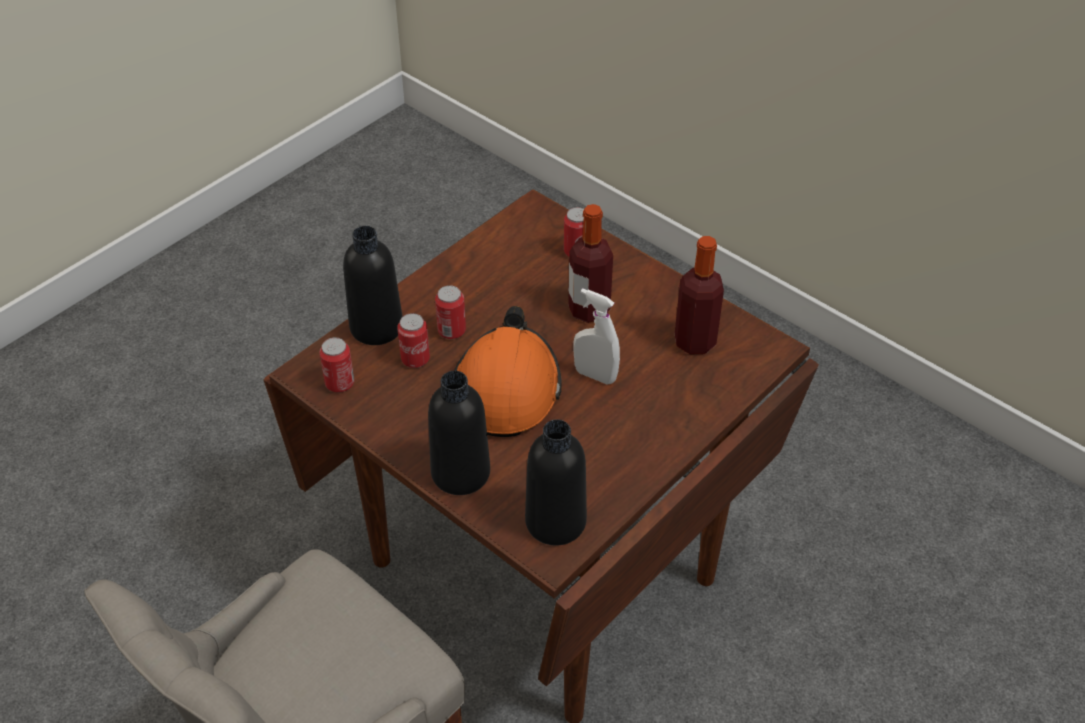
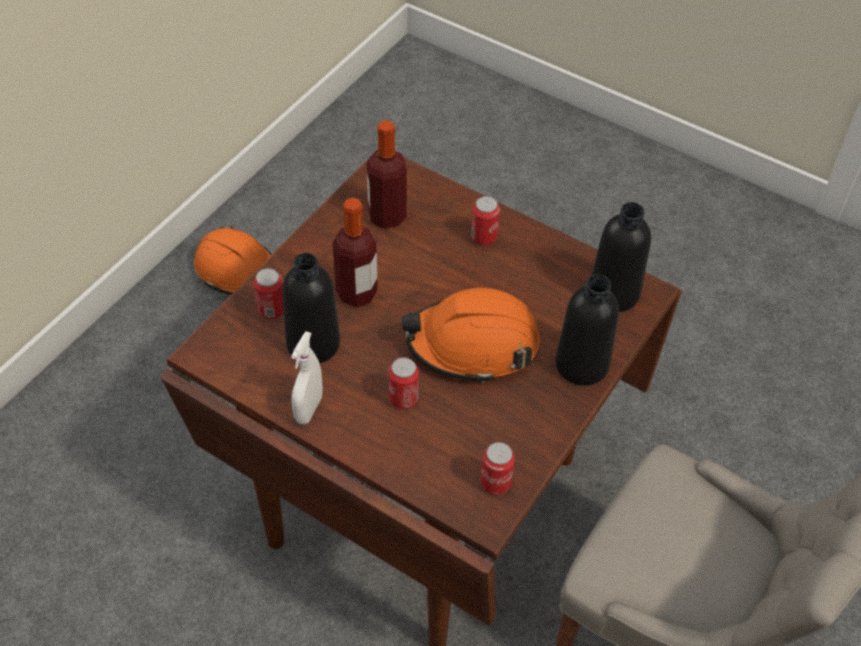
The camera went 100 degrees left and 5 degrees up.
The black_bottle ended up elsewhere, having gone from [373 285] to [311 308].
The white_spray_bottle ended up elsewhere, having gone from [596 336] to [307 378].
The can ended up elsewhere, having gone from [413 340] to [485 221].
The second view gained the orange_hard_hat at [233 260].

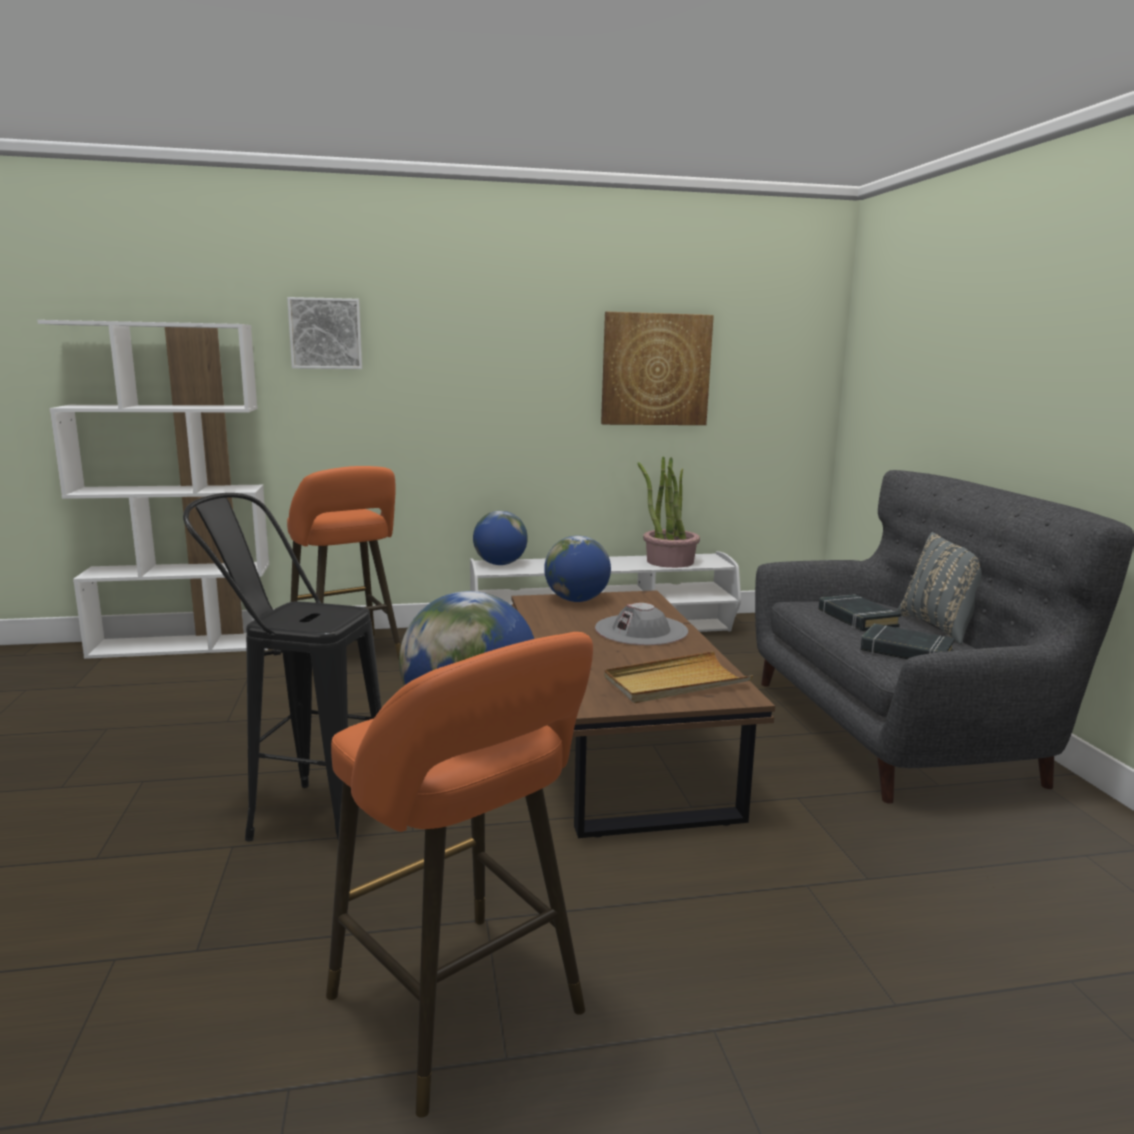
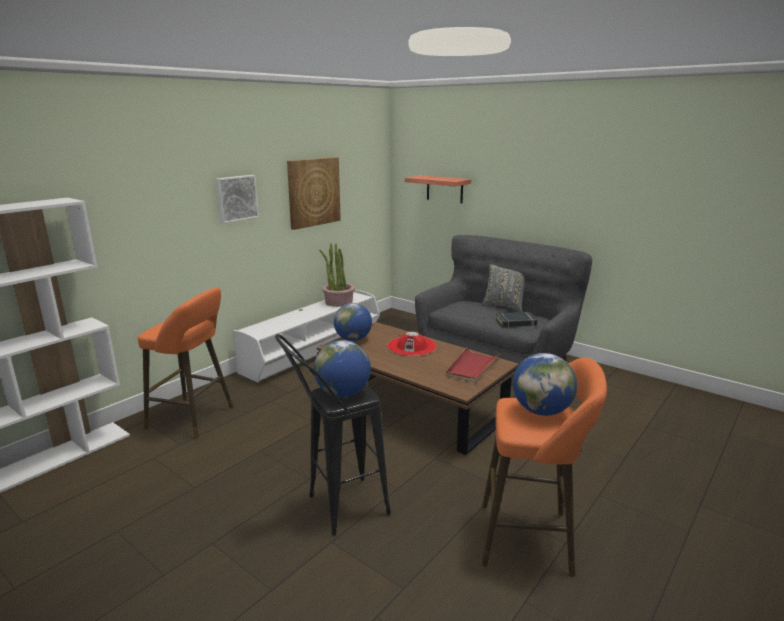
The camera went 40 degrees left and 5 degrees up.
The picture ended up elsewhere, having gone from [324 333] to [237 199].
The globe ended up elsewhere, having gone from [500 538] to [342 368].
The second view lost the black_book at [859 612].
What was the grey_hat at [641 624] turned into the red_hat at [412 344].
What was the beige_tray at [678 677] turned into the red_tray at [473 365].
The second view gained the shelf at [438 189].

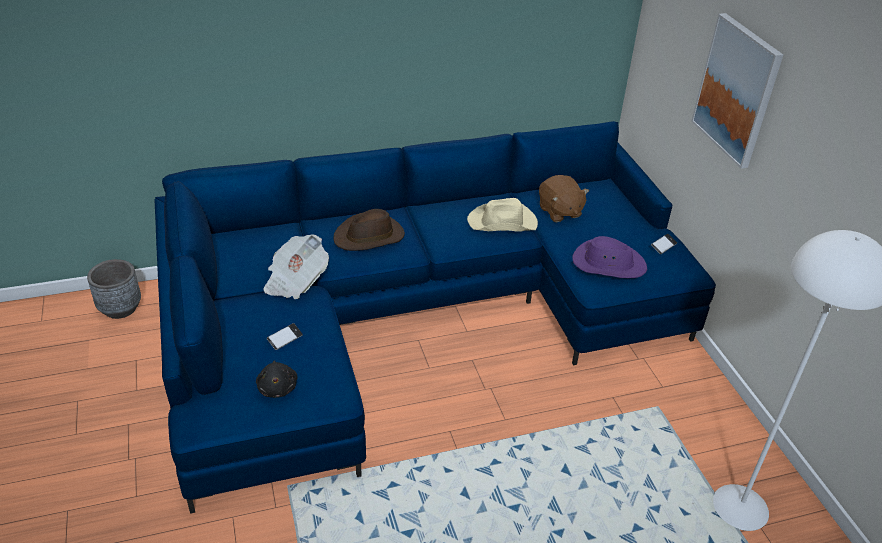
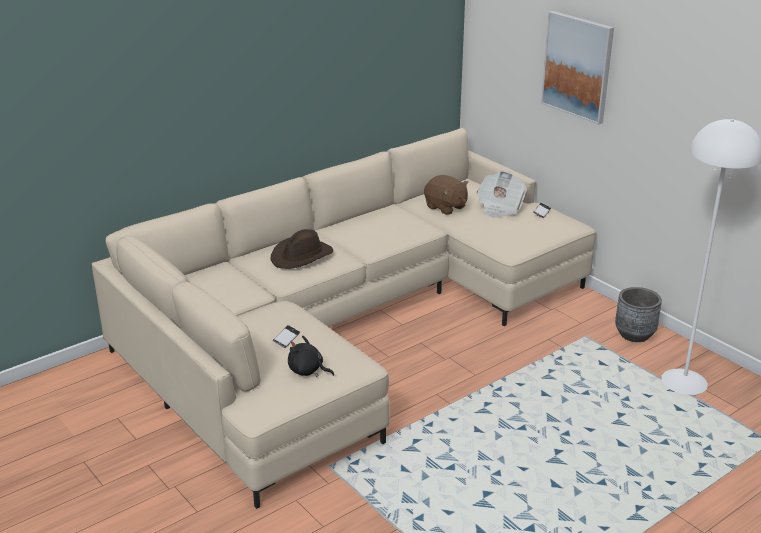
The camera went 20 degrees left and 10 degrees down.
What was the blue_sofa at [435 317] turned into the beige_sofa at [344 318].
The second view lost the beige_hat at [502 215].
The newspaper ended up elsewhere, having gone from [296 267] to [502 194].
The second view lost the purple_hat at [609 257].
The grey_planter ended up elsewhere, having gone from [114 289] to [638 314].
The black_plush_toy at [277 379] ended up facing another way, 150 degrees clockwise from before.

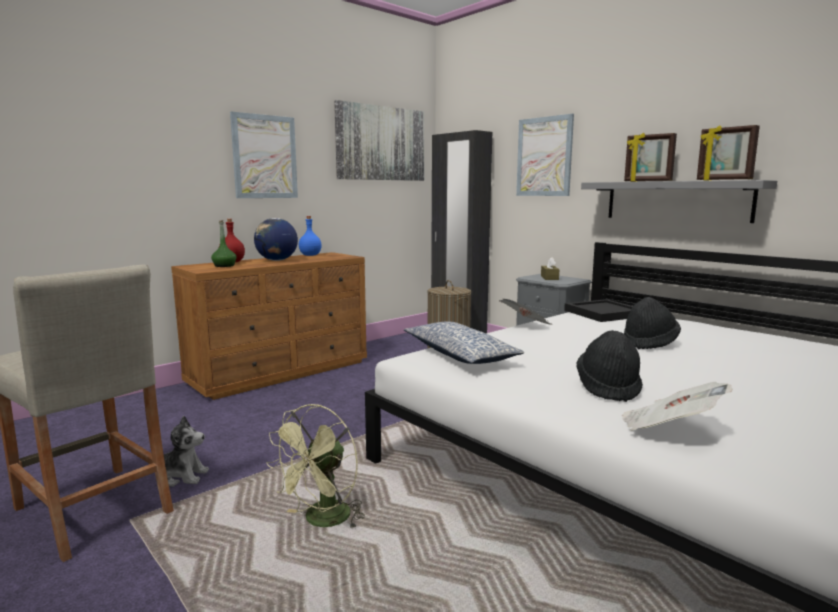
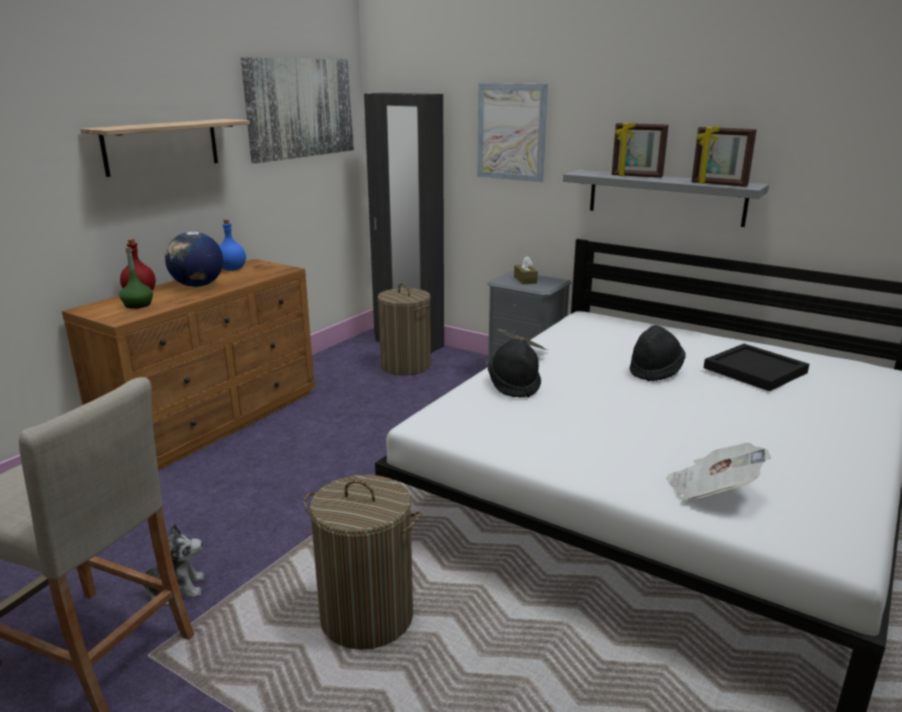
The camera went 15 degrees left and 10 degrees up.
Where the picture hung at [264 154], the shelf came to hang at [165 148].
The black_tray ended up elsewhere, having gone from [598 310] to [756 367].
The second view lost the pillow at [464 342].
The black_hat ended up elsewhere, having gone from [609 366] to [514 368].
Where the green_fan stood at [315 467], the laundry_basket came to stand at [363 562].

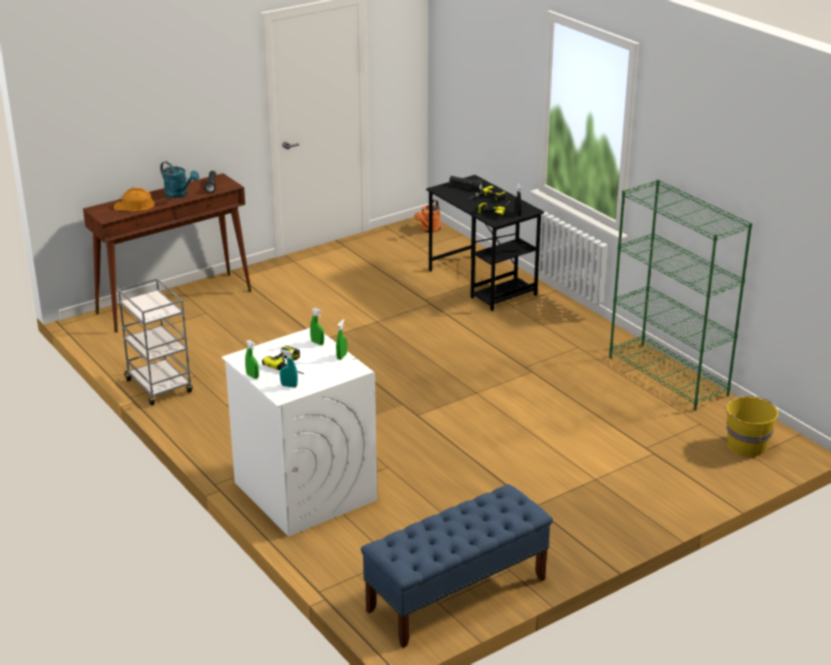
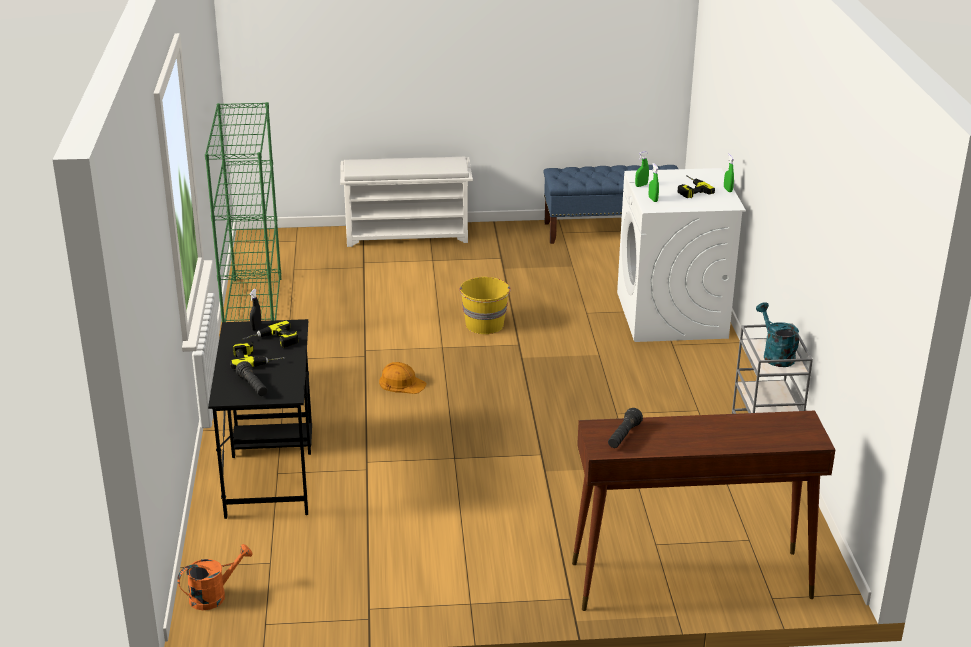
The camera went 150 degrees left and 0 degrees up.
The turquoise_watering_can ended up elsewhere, having gone from [179 179] to [777 334].
The orange_hard_hat ended up elsewhere, having gone from [134 200] to [403 378].
The second view lost the turquoise_spray_bottle at [289 368].
The yellow_bucket ended up elsewhere, having gone from [751 426] to [484 305].
The second view gained the white_shoe_rack at [406 202].

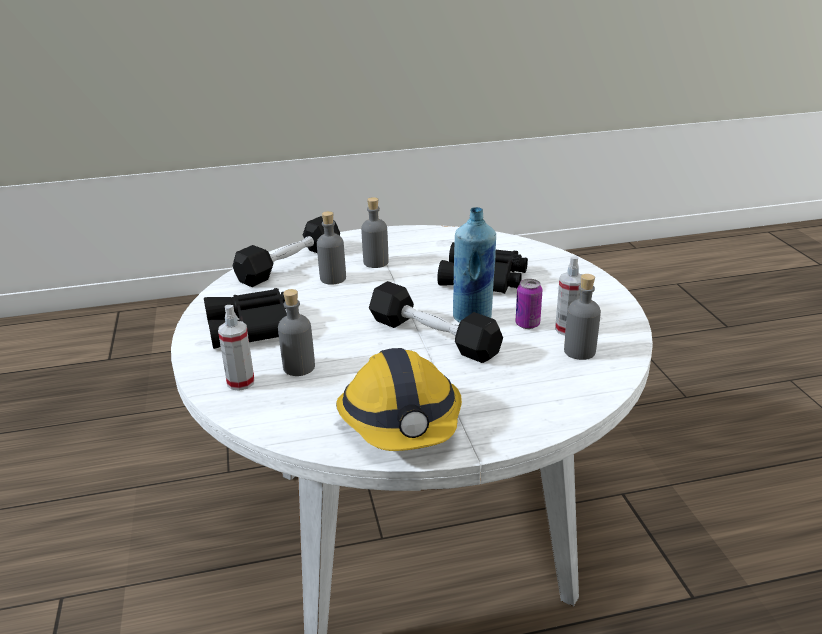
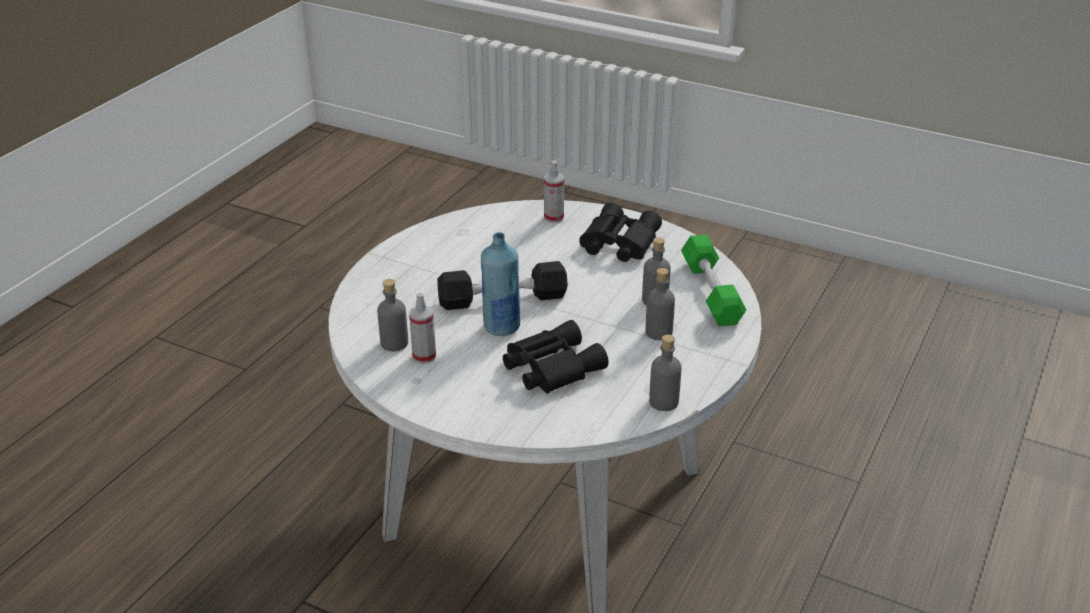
The camera went 130 degrees right and 5 degrees up.
What was the black_dumbbell at [286 251] turned into the green_dumbbell at [714 280].
The second view lost the can at [528 304].
The grey_bottle ended up elsewhere, having gone from [296 332] to [665 373].
The second view lost the hard_hat at [399 399].

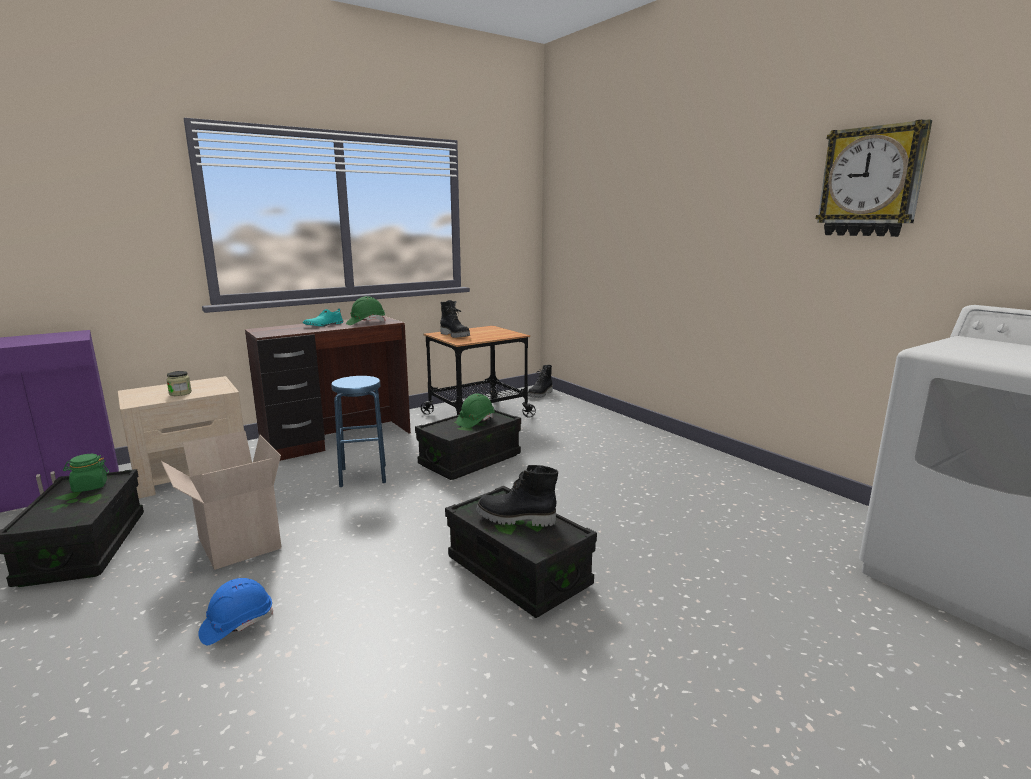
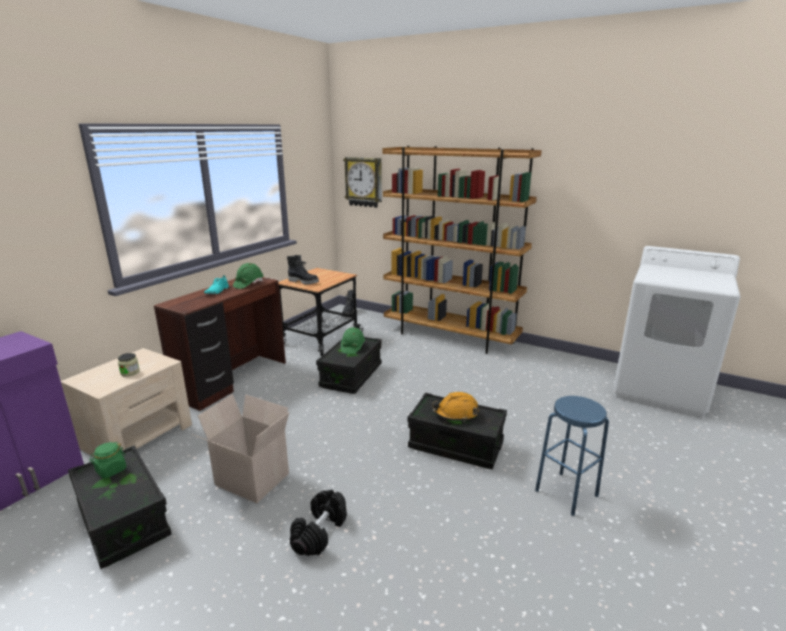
The camera went 25 degrees left and 5 degrees up.
The wall_clock ended up elsewhere, having gone from [874 178] to [362 182].
The blue_stool ended up elsewhere, having gone from [358 431] to [572 456].
Where the black_boot stood at [517 496], the orange_hard_hat came to stand at [455 407].
Where the blue_hard_hat stood at [235 611], the black_dumbbell came to stand at [318 523].
The second view gained the brown_bookcase at [462 250].

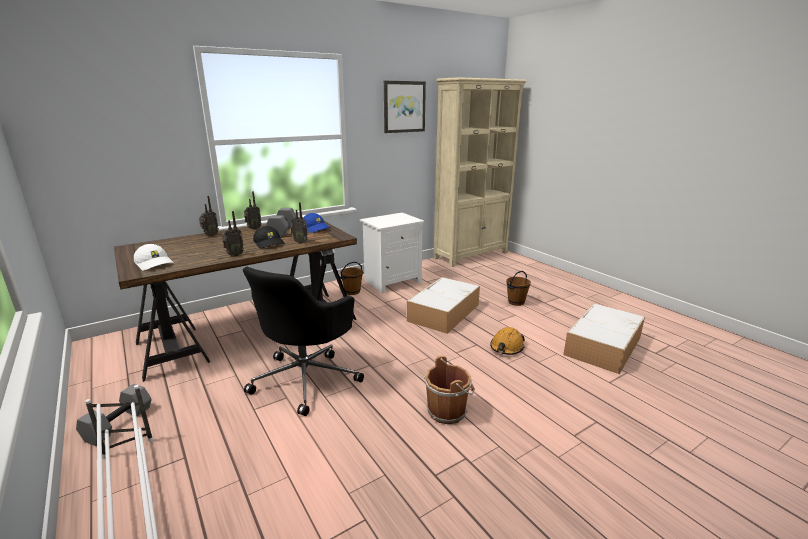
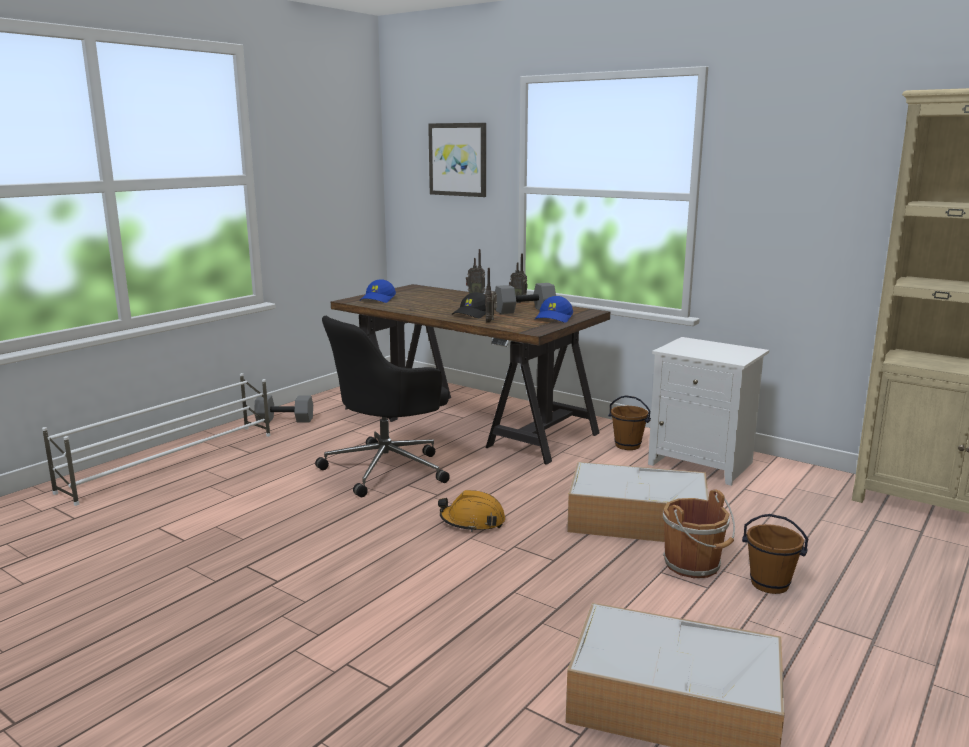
The camera went 70 degrees right and 5 degrees down.
The picture ended up elsewhere, having gone from [405 107] to [457 160].
The second view lost the radio at [233 234].
What was the white_cap at [154 257] turned into the blue_cap at [377 291].
The black_office_chair at [303 341] ended up facing another way, 45 degrees counterclockwise from before.
The orange_hard_hat ended up elsewhere, having gone from [507 341] to [471 511].
The brown_bucket ended up elsewhere, having gone from [449 390] to [699 533].

